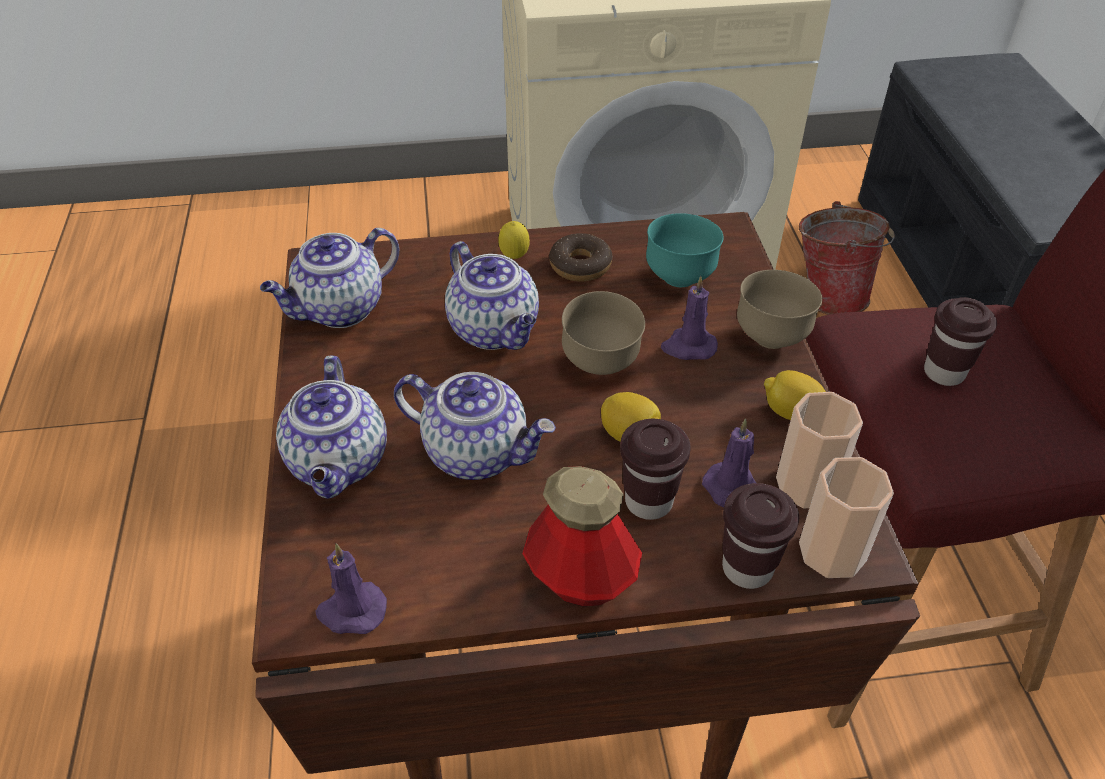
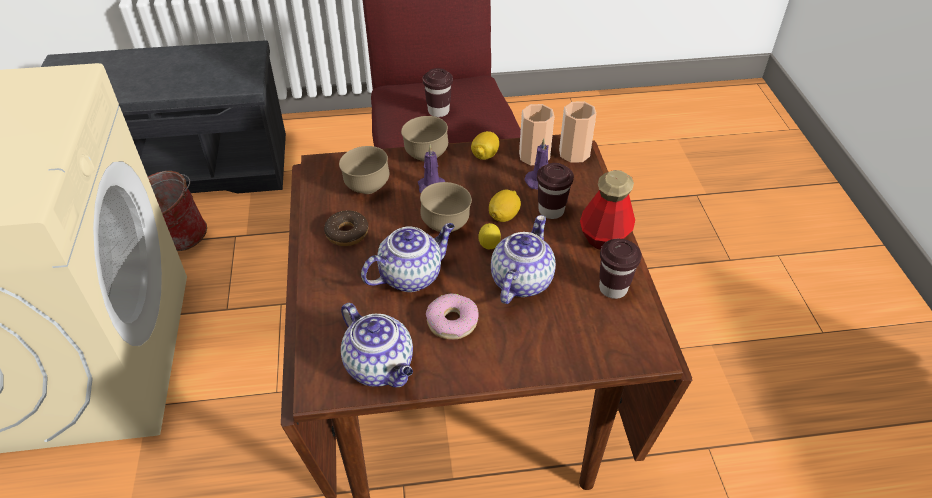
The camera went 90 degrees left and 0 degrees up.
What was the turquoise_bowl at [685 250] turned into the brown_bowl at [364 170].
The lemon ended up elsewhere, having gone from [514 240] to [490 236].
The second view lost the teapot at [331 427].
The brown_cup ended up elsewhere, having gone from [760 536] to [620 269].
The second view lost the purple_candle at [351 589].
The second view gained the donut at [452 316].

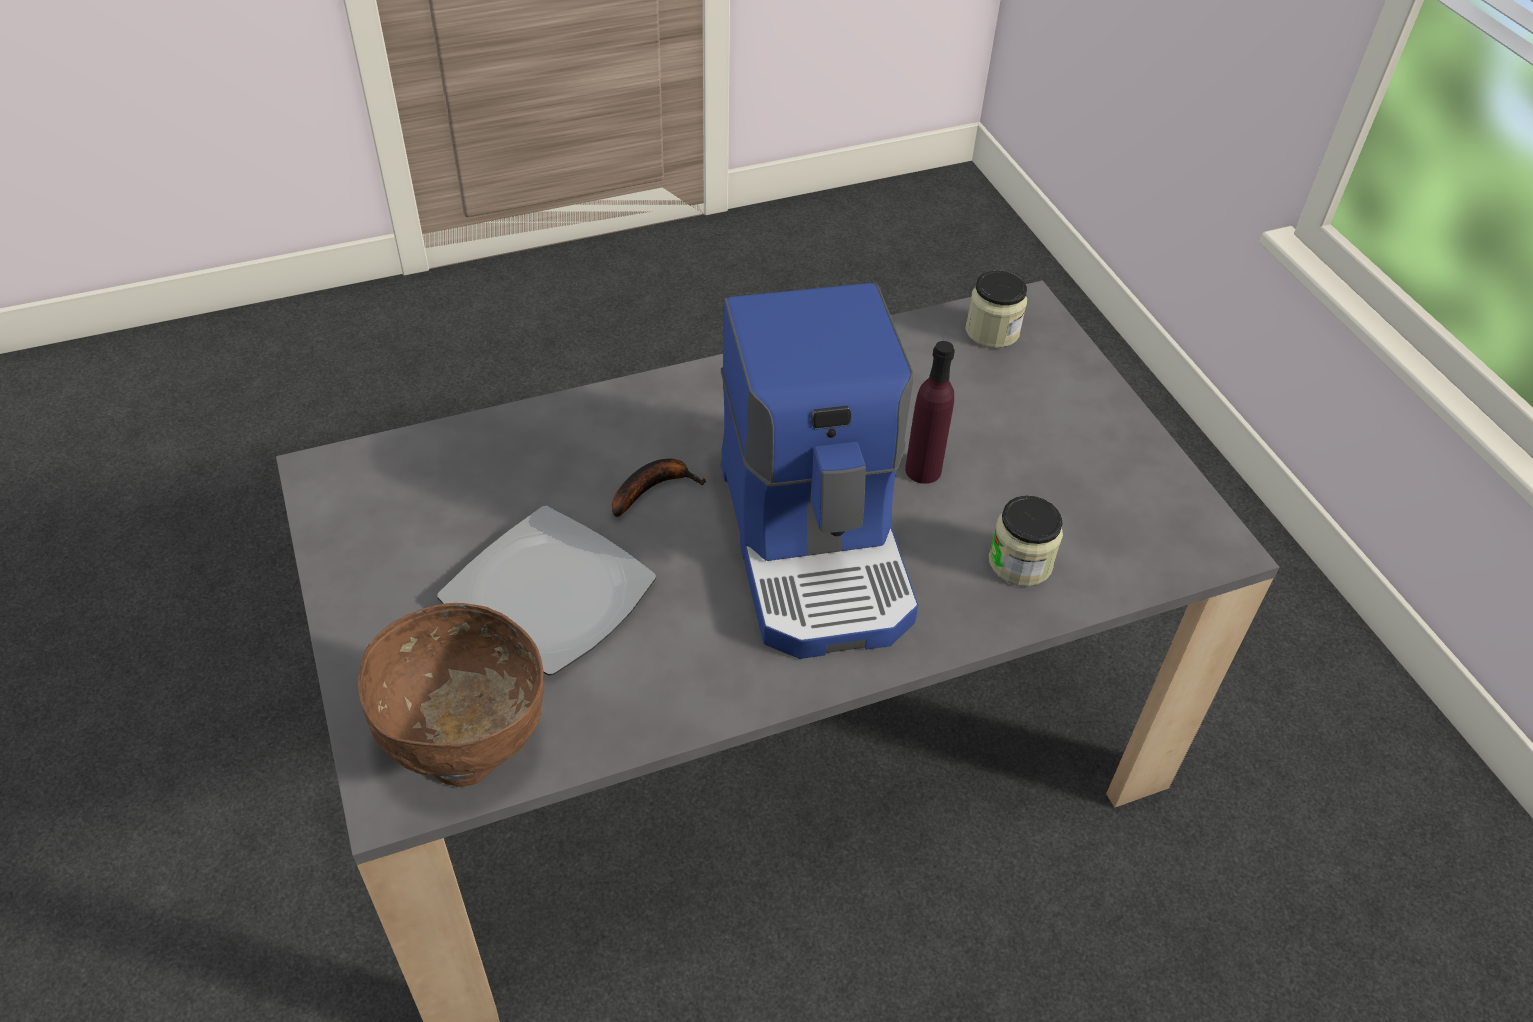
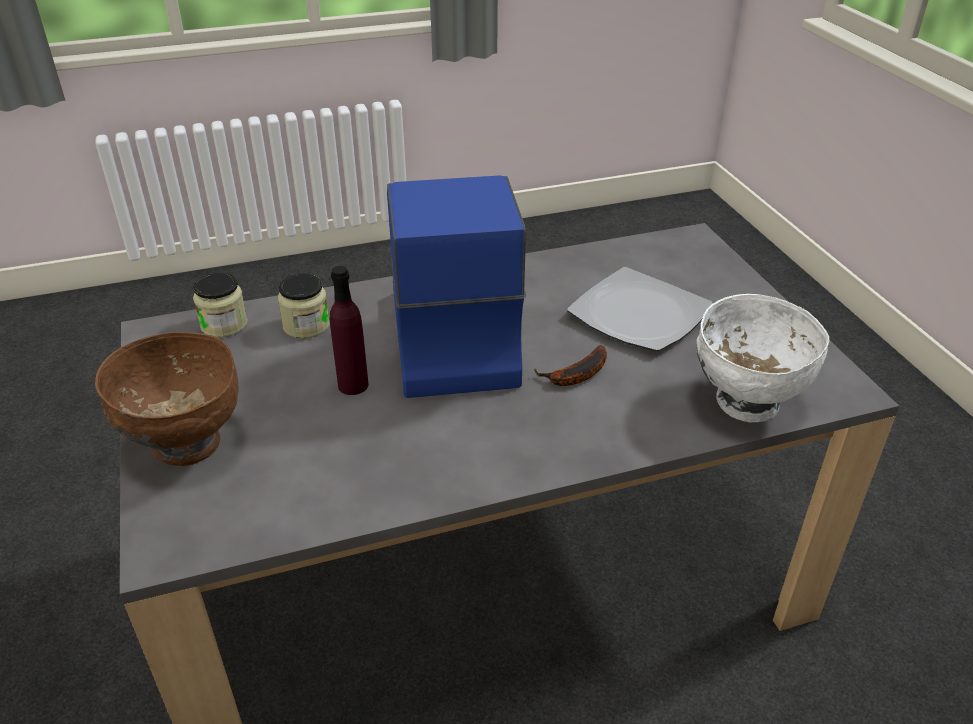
The camera went 175 degrees left and 10 degrees down.
The jar ended up elsewhere, having gone from [996 309] to [220 305].
The brown_bowl ended up elsewhere, having gone from [451 695] to [166 399].
The second view gained the white_bowl at [762 358].

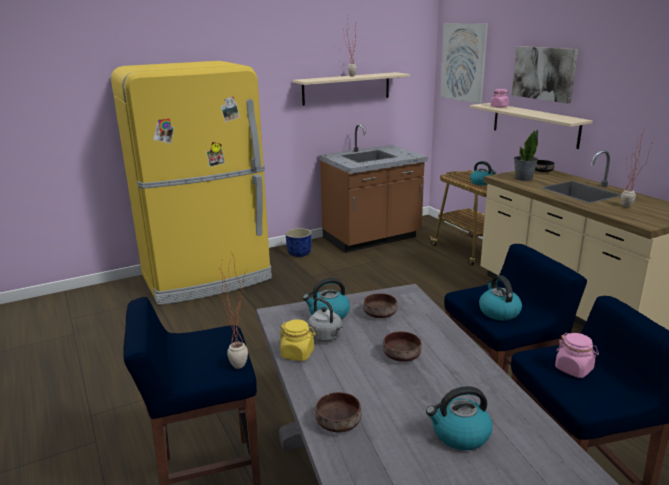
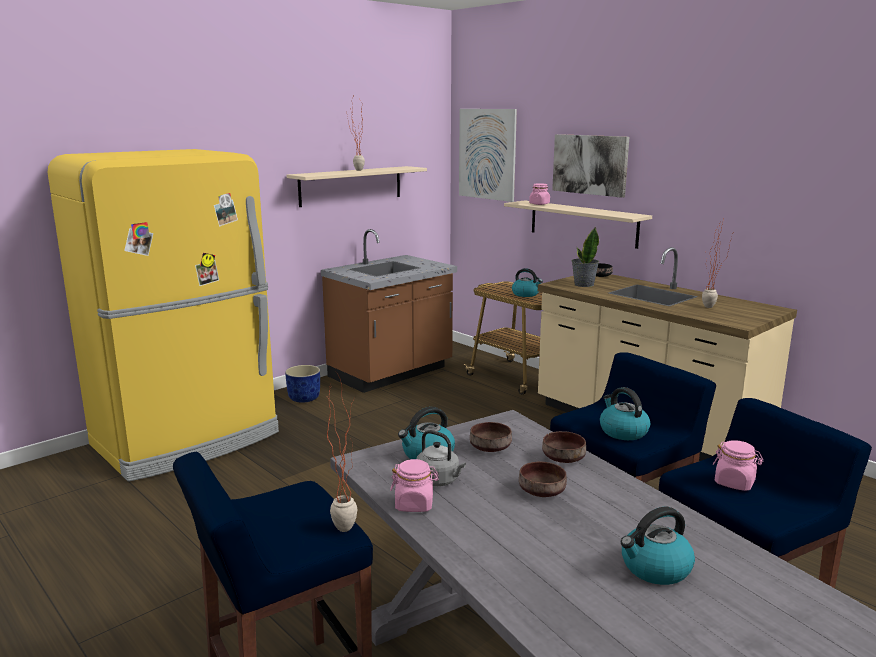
The camera went 15 degrees left and 5 degrees down.
What was the yellow_jar at [297 340] turned into the pink_jar at [414 485].
The brown_bowl ended up elsewhere, having gone from [338 412] to [564 447].

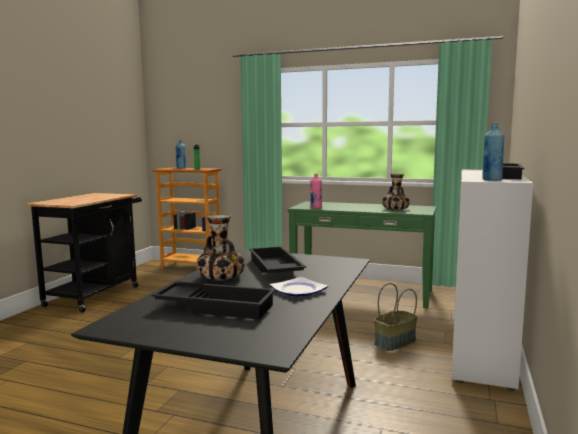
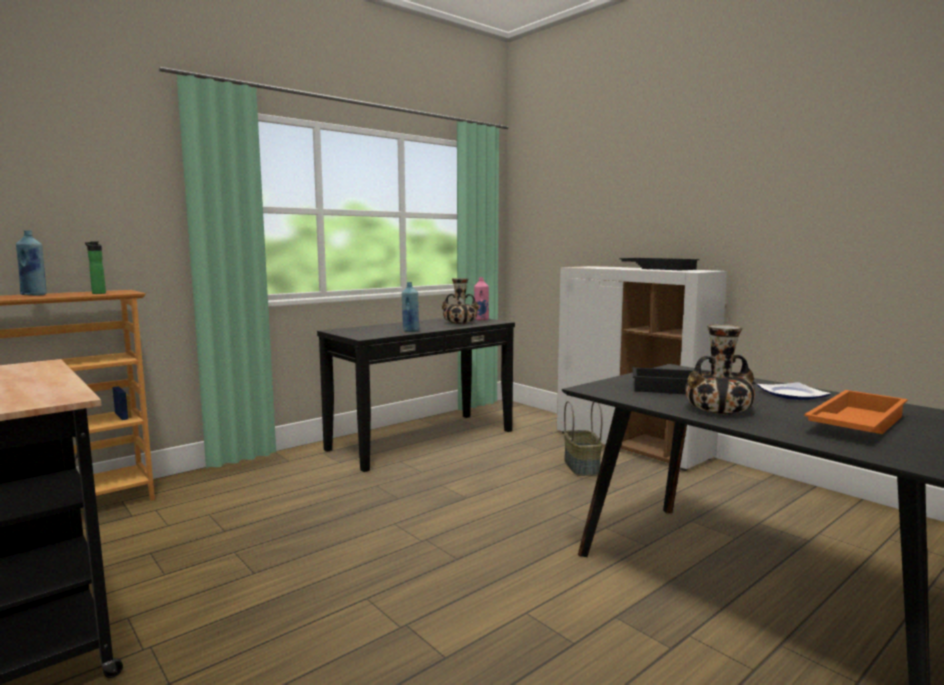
The camera went 60 degrees left and 0 degrees up.
The blue_bottle ended up elsewhere, having gone from [493 152] to [410 307].
The pink_bottle ended up elsewhere, having gone from [316 191] to [481 298].
What was the green_console_table at [362 254] turned into the black_console_table at [416 395].
What was the black_tray at [213 300] turned into the orange_tray at [856 412].

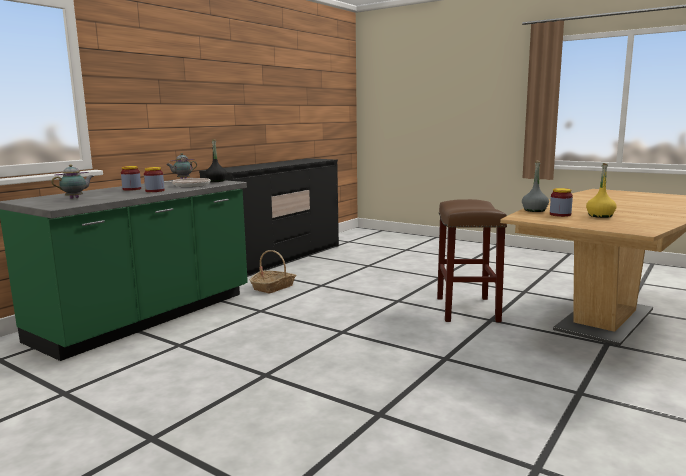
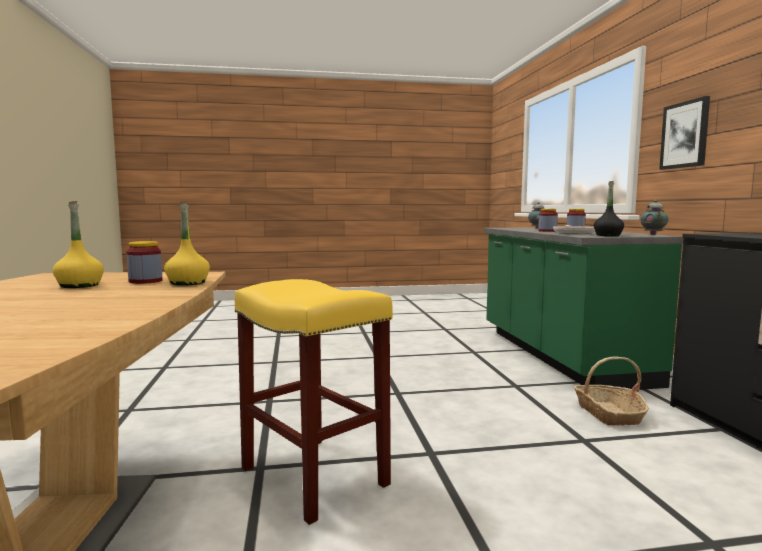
The camera went 135 degrees right and 5 degrees down.
What was the grey_bottle at [535 186] turned into the yellow_bottle at [187 243].
What was the brown_stool at [472 260] turned into the yellow_stool at [314 402].
The second view gained the picture at [684 133].

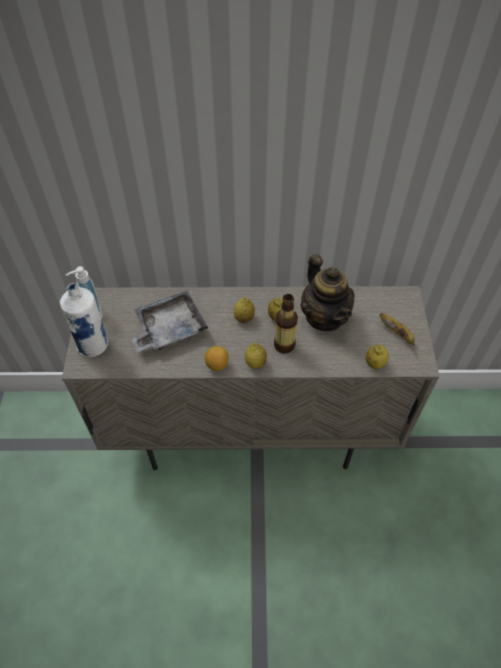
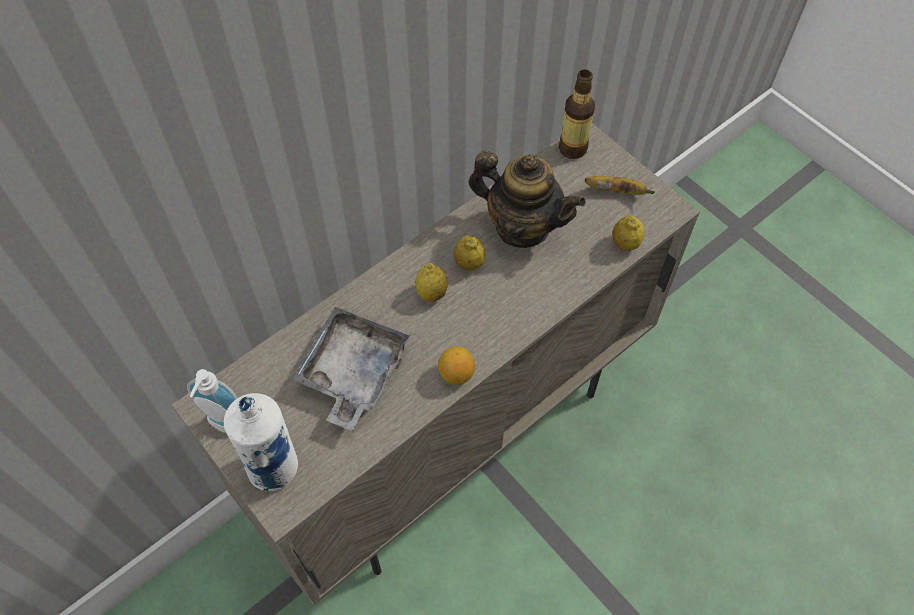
The camera went 40 degrees left and 5 degrees up.
The bottle ended up elsewhere, having gone from [286 324] to [577 114].
The second view lost the lemon at [256 356].

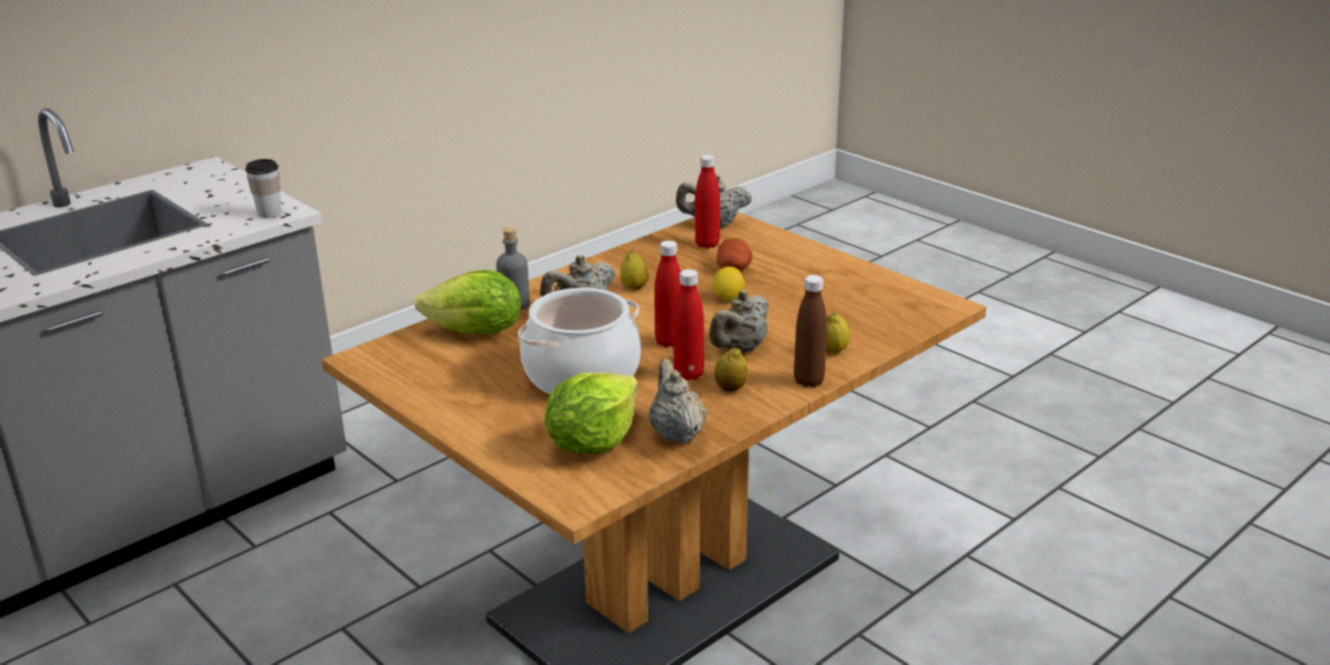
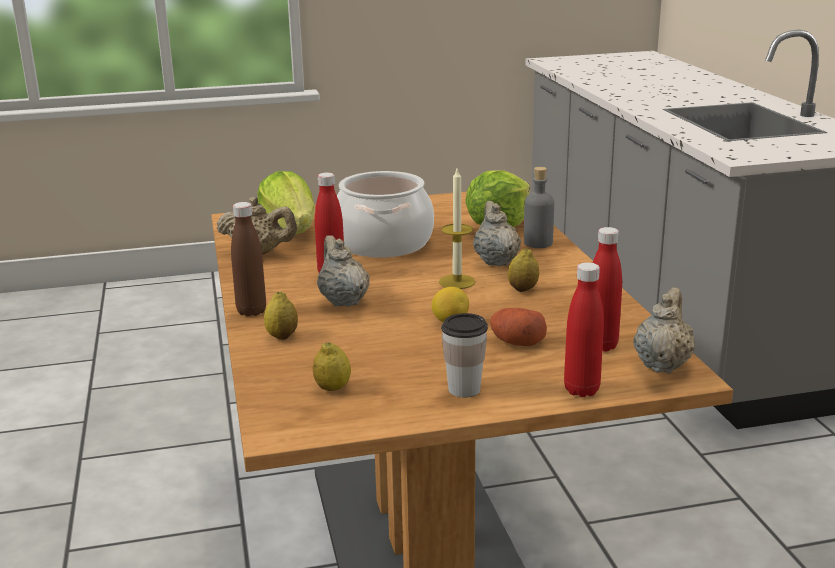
The camera went 120 degrees right and 5 degrees down.
The cup ended up elsewhere, having gone from [263 188] to [464 355].
The red_bottle ended up elsewhere, having gone from [667 293] to [584 329].
The lemon ended up elsewhere, having gone from [731 369] to [332 366].
The second view gained the candle at [457 229].

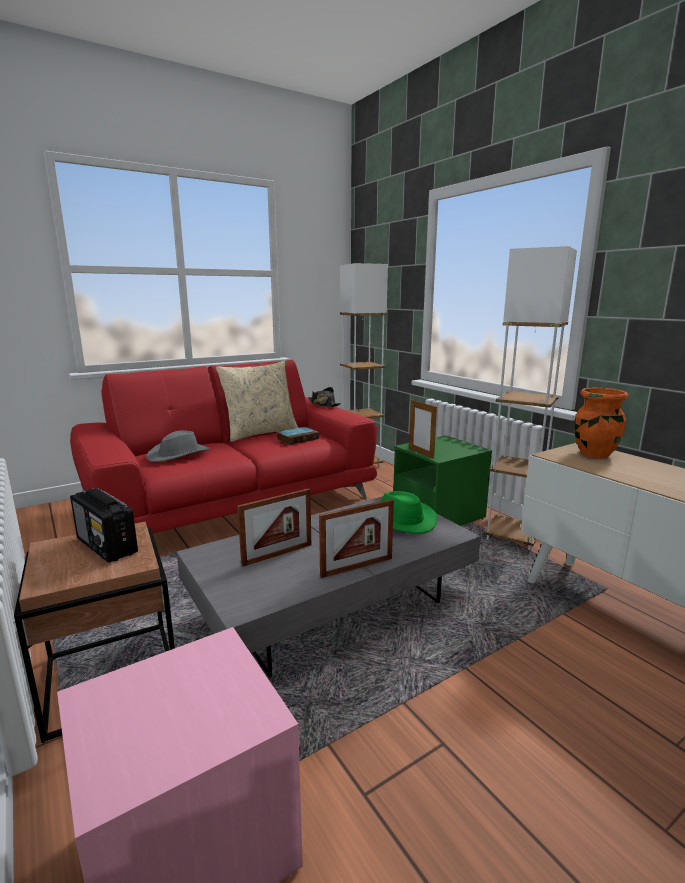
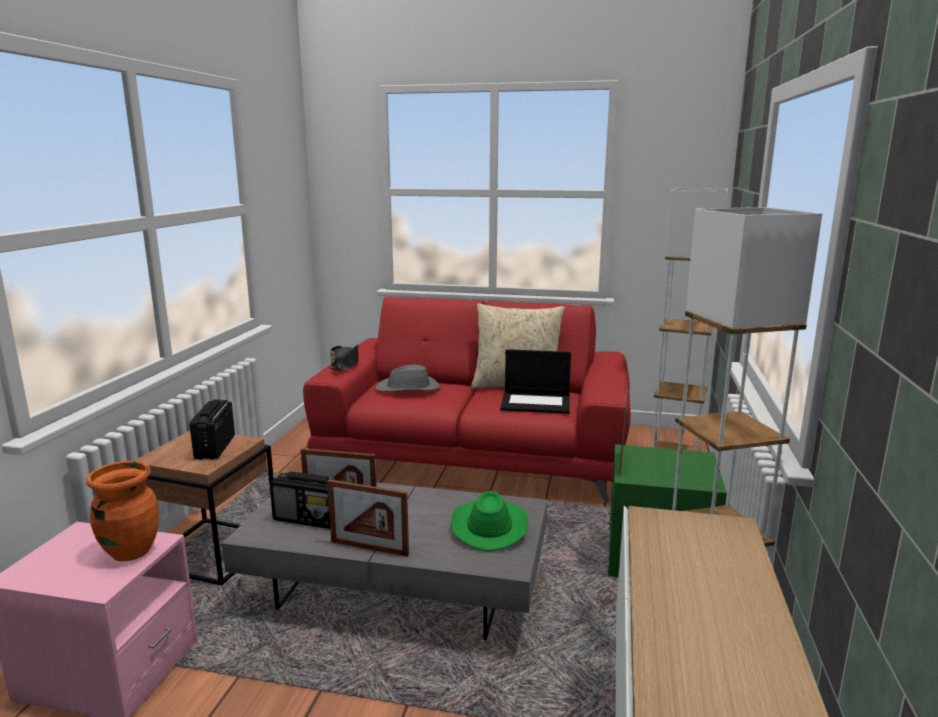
The camera went 45 degrees right and 0 degrees up.
The black_hat ended up elsewhere, having gone from [324 397] to [344 358].
The orange_vase ended up elsewhere, having gone from [601 423] to [122 511].
Where the book stood at [298 436], the laptop came to stand at [535 381].
The second view gained the radio at [304 500].

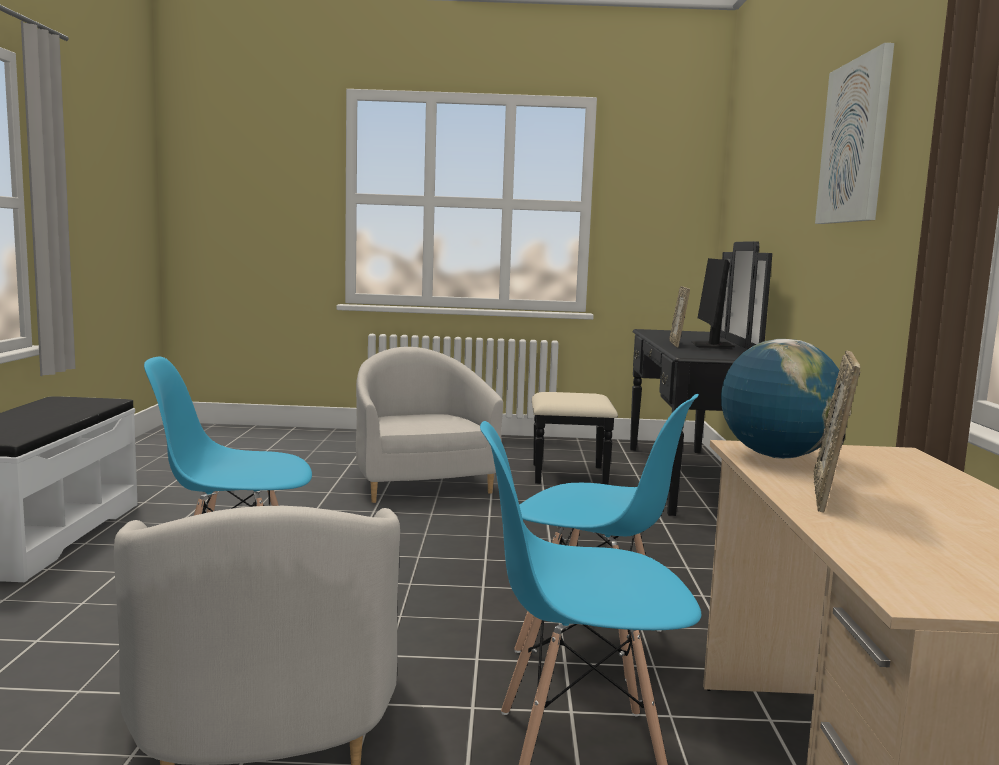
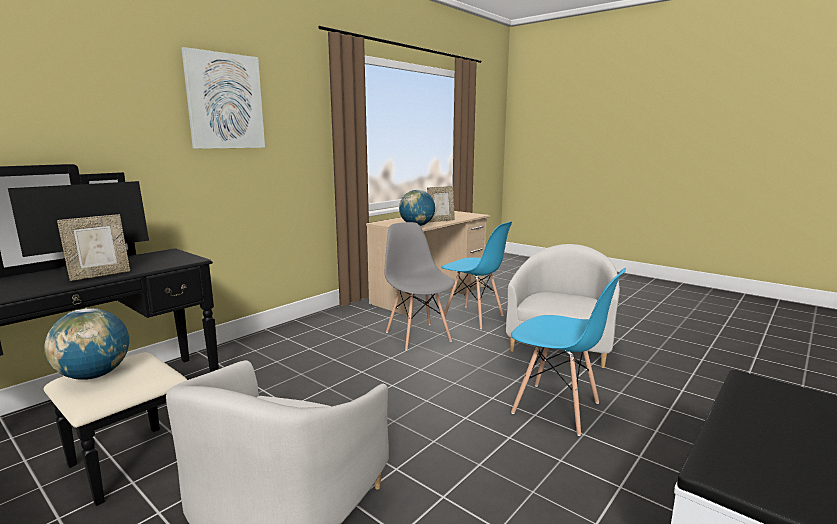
The camera went 140 degrees left and 5 degrees up.
What was the blue_chair at [606 538] turned into the grey_chair at [420 286].
The second view gained the globe at [86 344].

